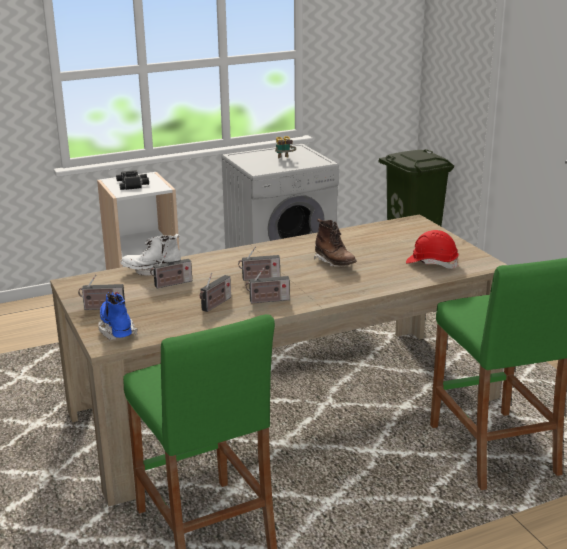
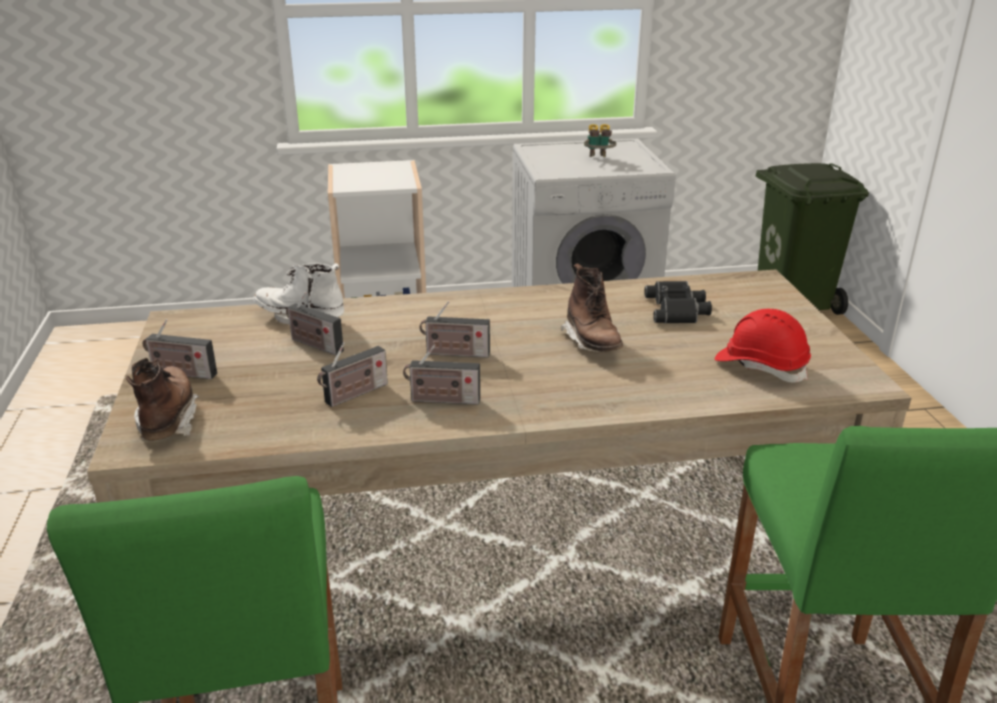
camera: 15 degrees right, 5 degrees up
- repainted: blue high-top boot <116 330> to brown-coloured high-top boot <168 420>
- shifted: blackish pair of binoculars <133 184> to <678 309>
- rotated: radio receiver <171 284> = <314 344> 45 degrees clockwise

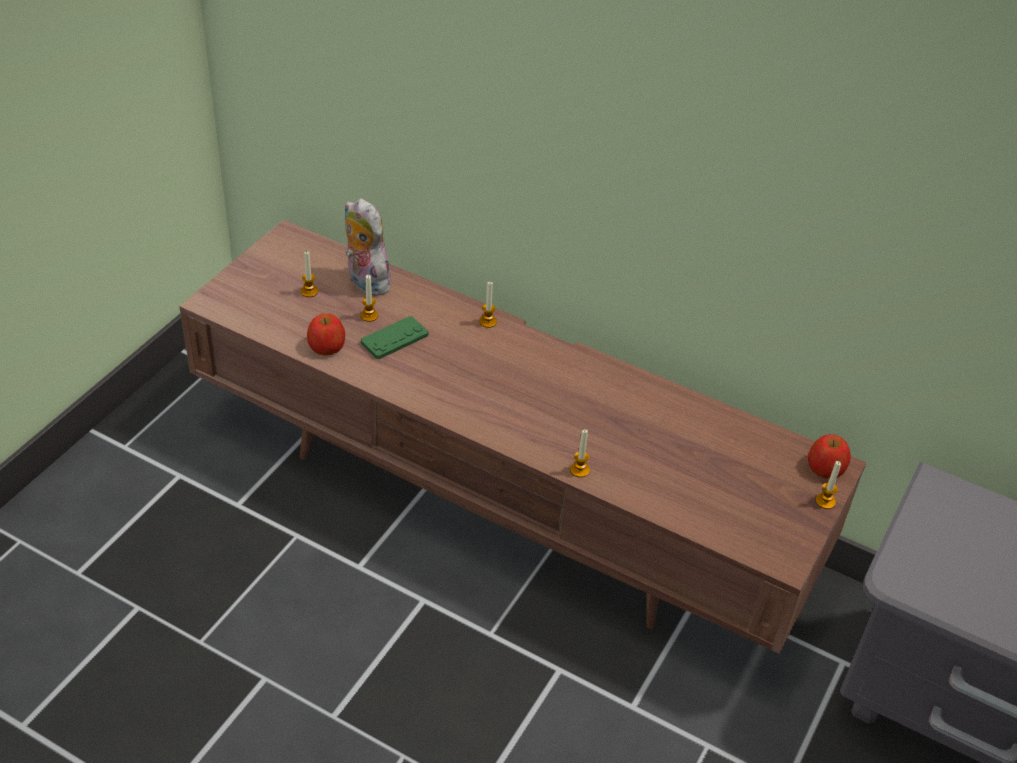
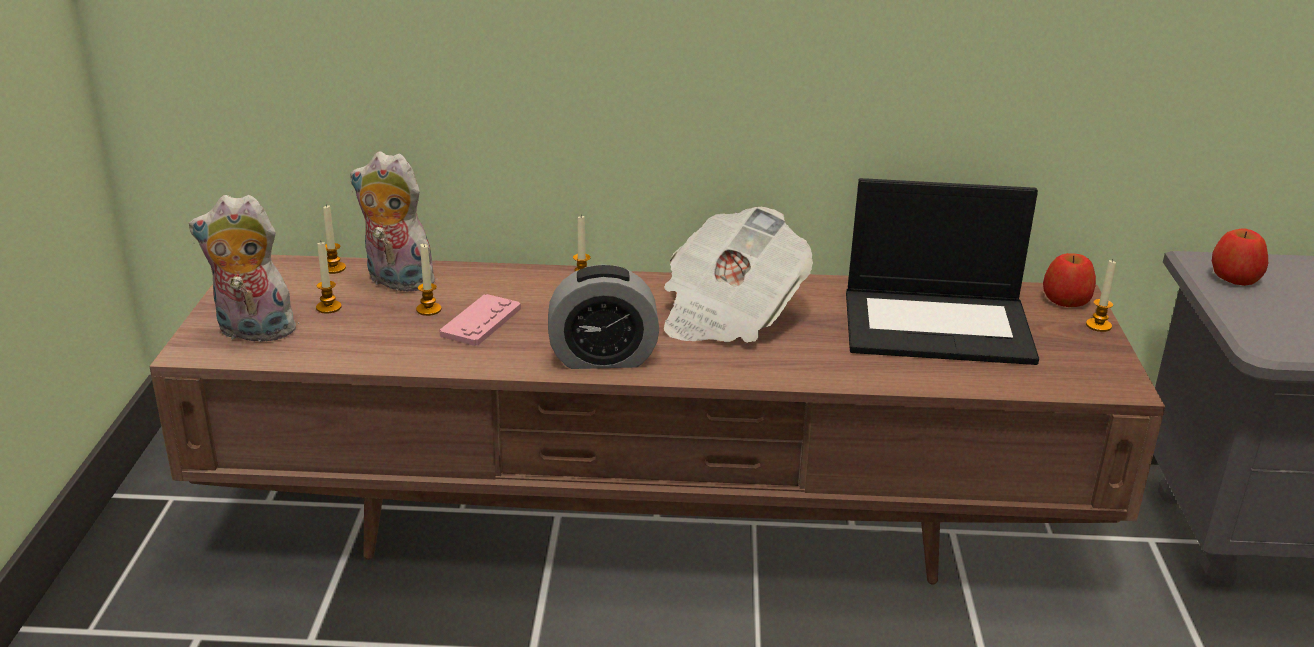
camera: 25 degrees left, 15 degrees down
- shifted: whole apple <327 346> to <1235 277>
- repainted: green-coloured gamepad <394 339> to pinkish gamepad <481 322>
- shifted: wax candle <579 470> to <333 268>
- new: plush toy <252 332>
- new: alarm clock <603 358>
- new: printed paper <728 314>
- new: laptop <939 325>

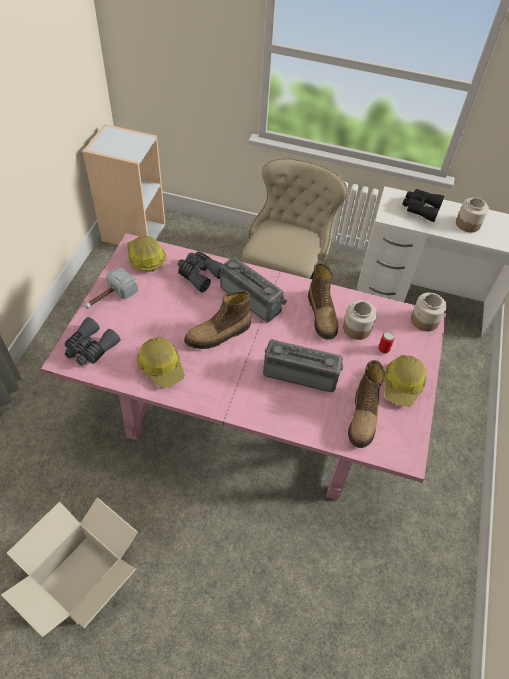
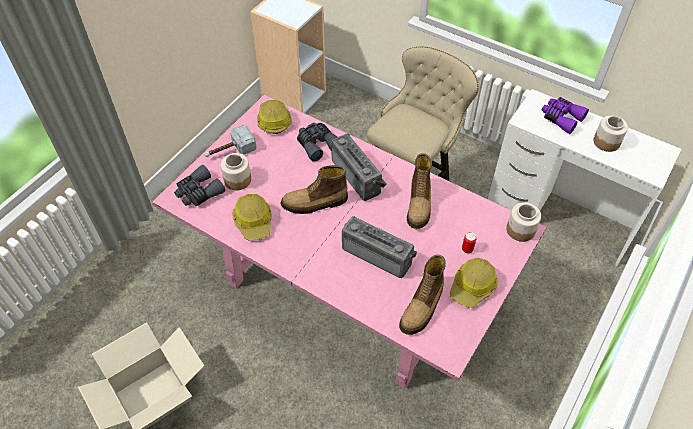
camera: 20 degrees right, 0 degrees up
- shifted: jar <356 328> to <237 180>
- repainted: blackish pair of binoculars <420 208> to purple-coloured pair of binoculars <561 118>

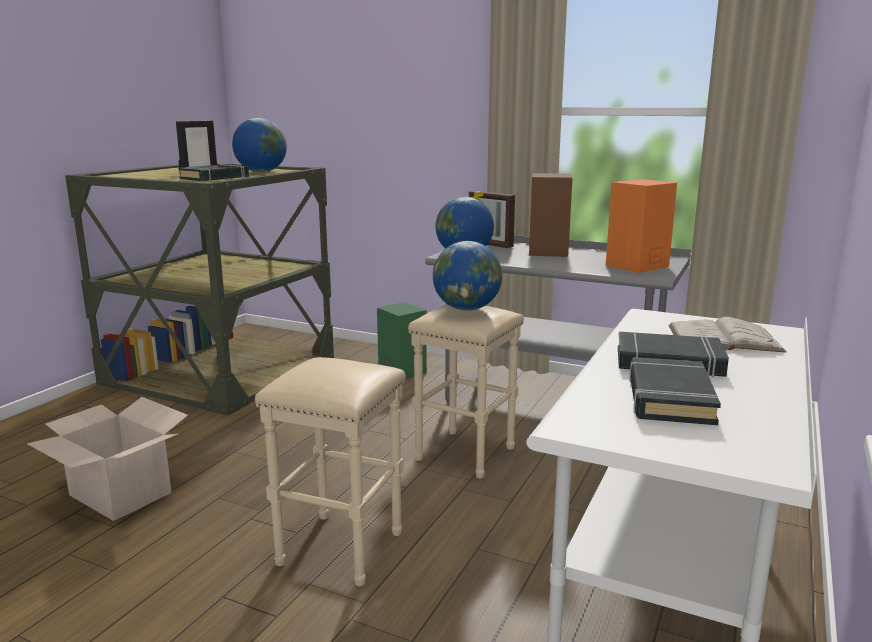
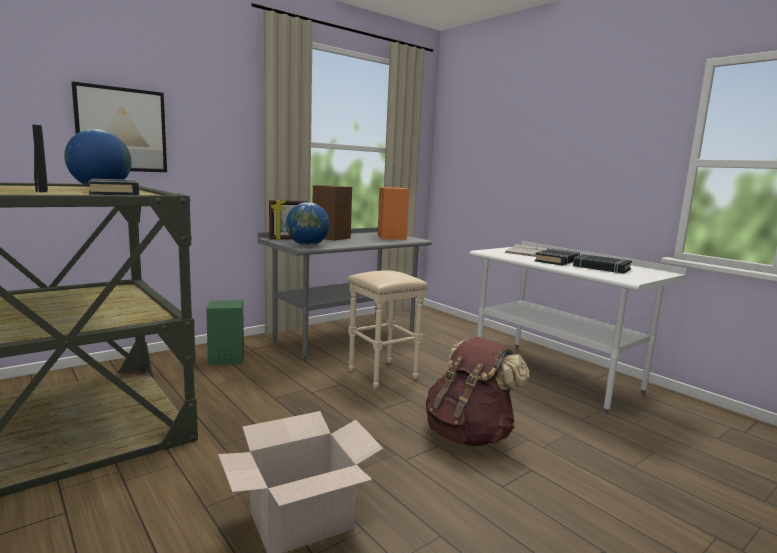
camera: 65 degrees left, 5 degrees down
- swapped: sand-coloured stool seat <341 549> to brown-coloured rucksack <469 434>
- gone: desk globe <467 309>
- new: picture <121 130>

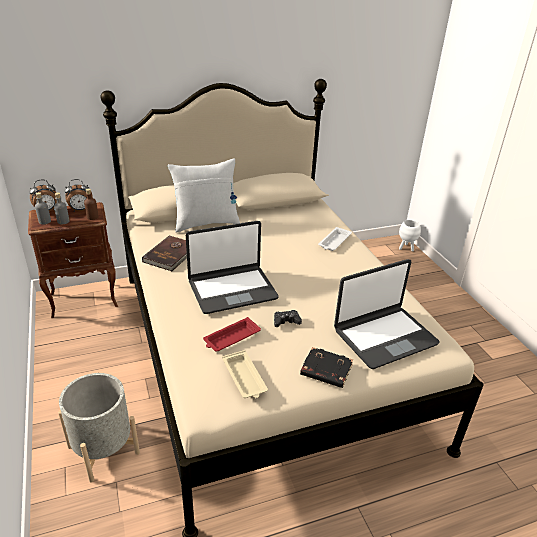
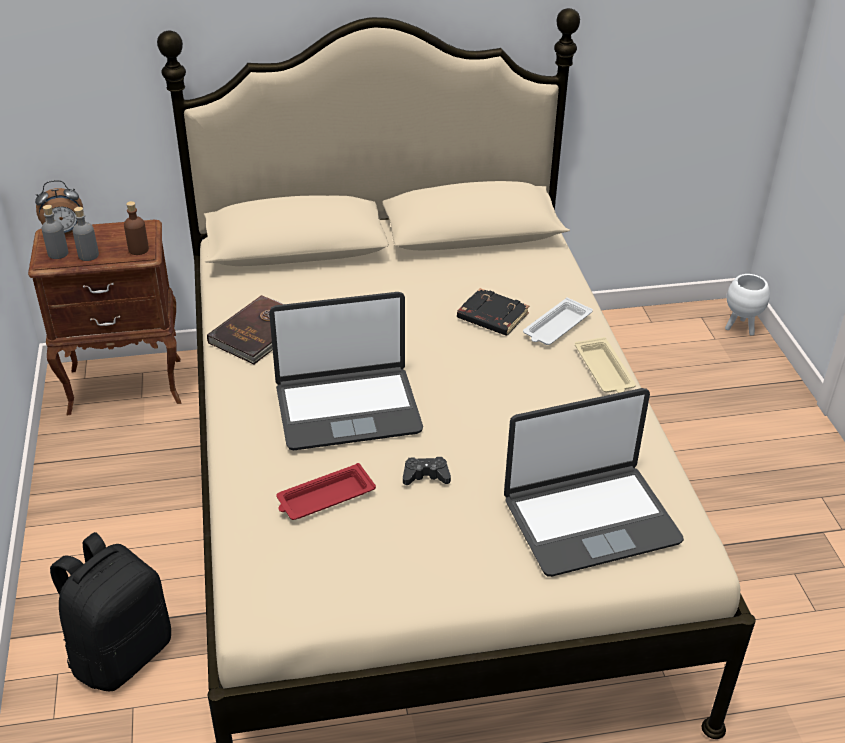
camera: 10 degrees right, 5 degrees up
- swapped: greyish flower pot <103 450> to blackish rucksack <121 653>
- gone: alarm clock <81 210>
- gone: greyish cushion <206 224>
- shifted: sand-coloured carrying tray <244 378> to <604 371>
- shifted: blackish bound book <325 371> to <491 317>

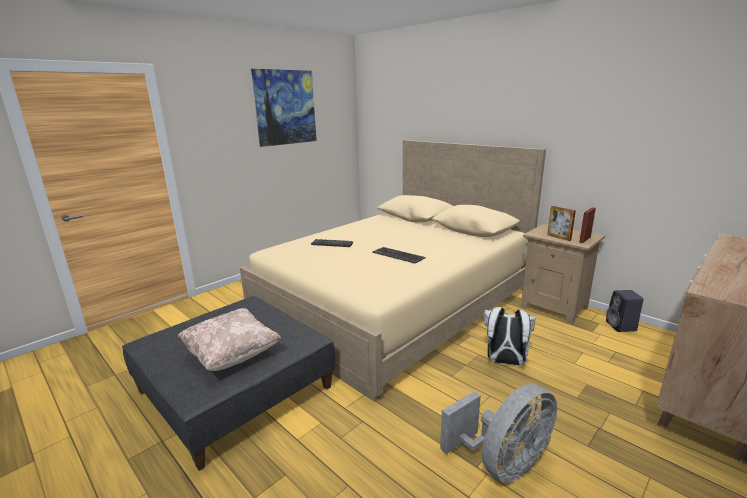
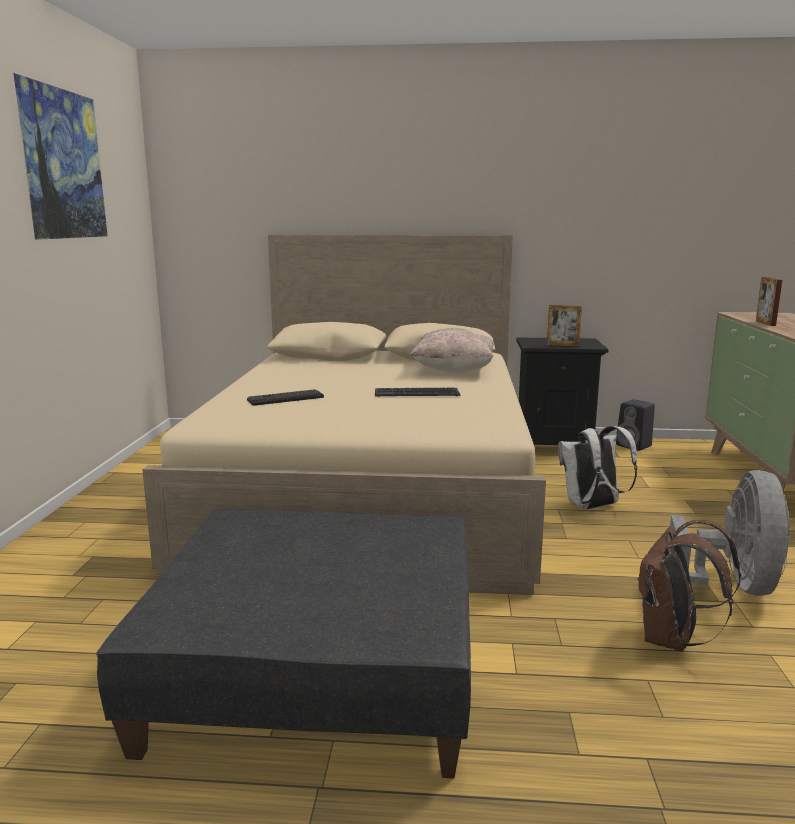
camera: 40 degrees left, 5 degrees down
- shifted: sand-coloured cushion <232 355> to <453 371>
- repainted: sand-coloured night table <554 308> to blackish night table <555 446>
- shifted: picture frame <585 239> to <765 323>
- new: brown-coloured rucksack <672 640>

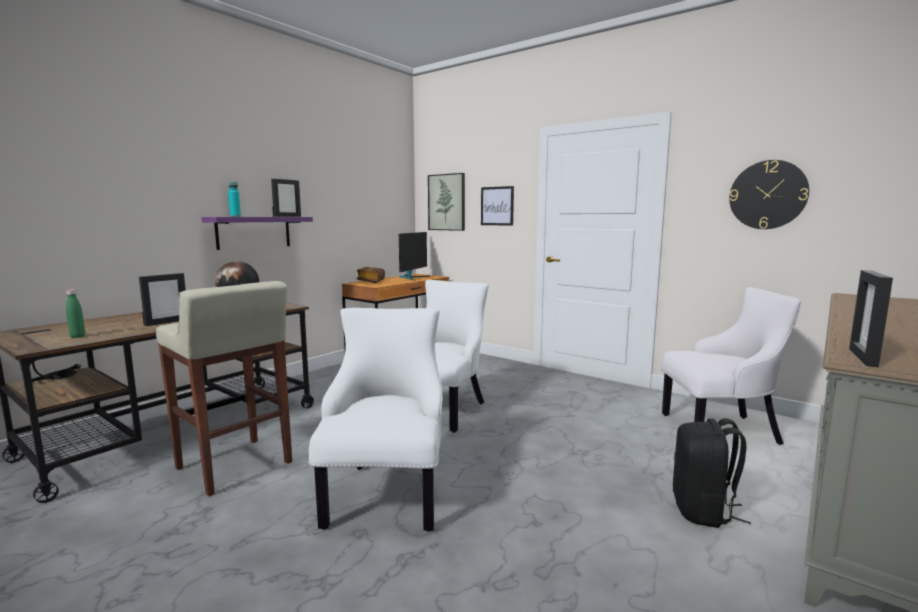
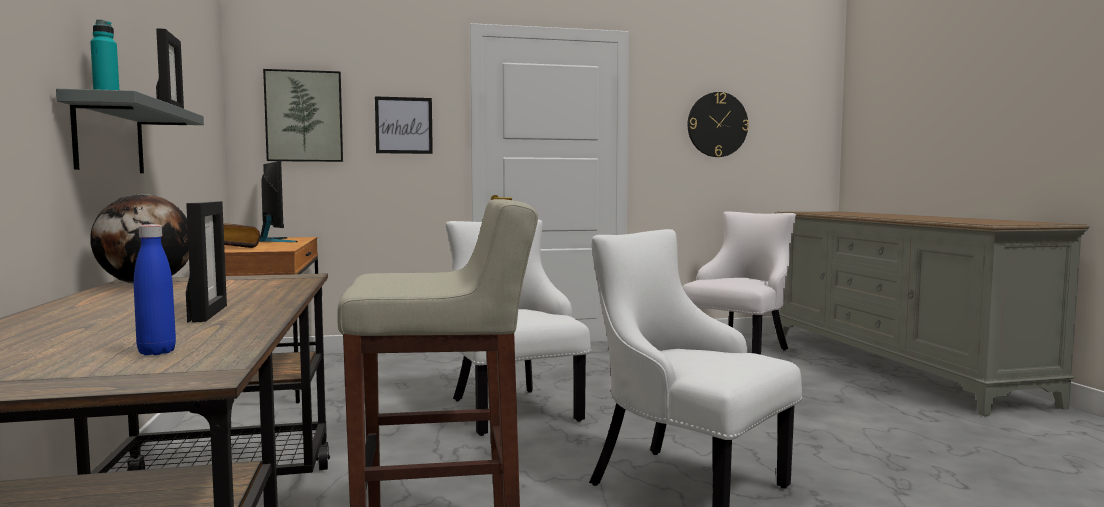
camera: 50 degrees left, 5 degrees down
- repainted: green-coloured beverage bottle <77 336> to blue beverage bottle <157 352>
- repainted: purple-coloured wall shelf <254 232> to greyish wall shelf <109 137>
- gone: blackish rucksack <703 511>
- gone: picture frame <864 357>

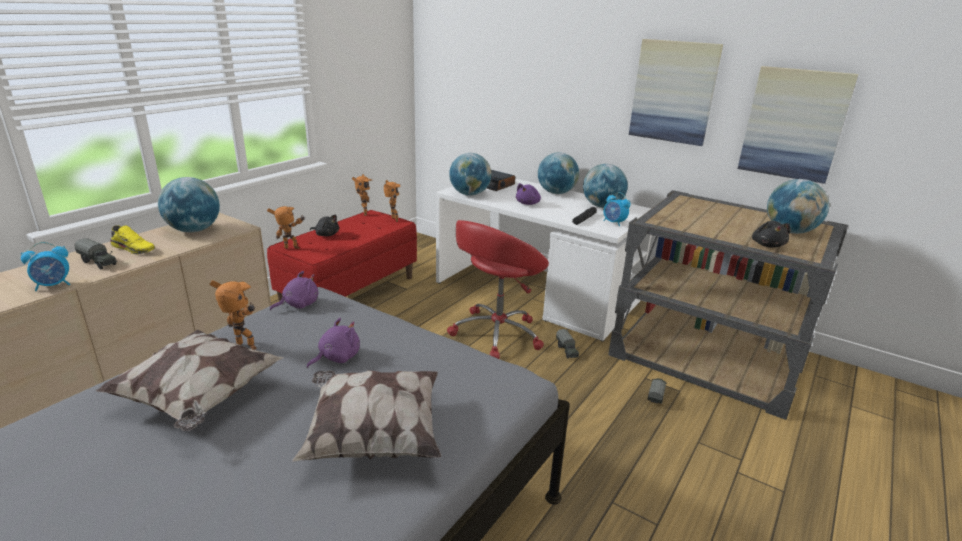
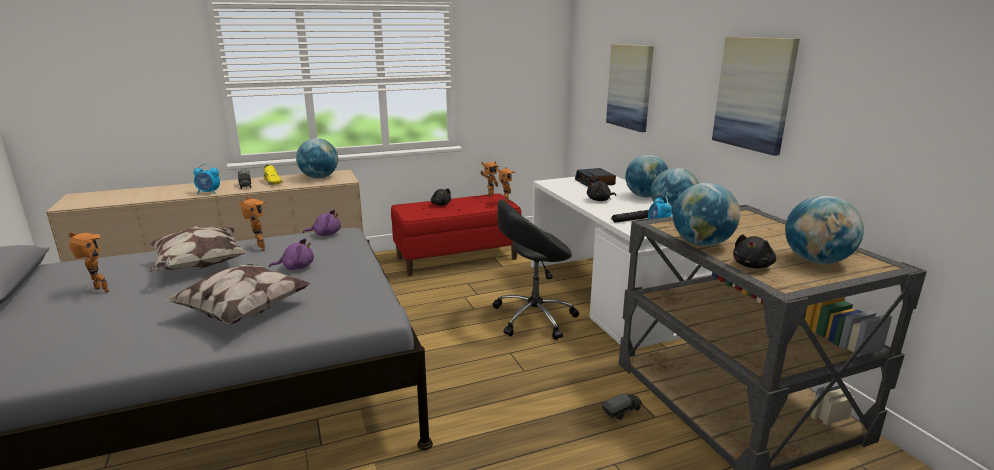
camera: 35 degrees right, 5 degrees down
- shifted: robot figure <291 249> to <99 291>
- repainted: red desk chair <495 335> to blackish desk chair <532 318>
- shifted: desk globe <470 194> to <702 244>
- repainted: purple-coloured plush toy <528 203> to blackish plush toy <600 200>
- gone: toy lorry <567 351>
- shifted: picture <794 124> to <630 86>

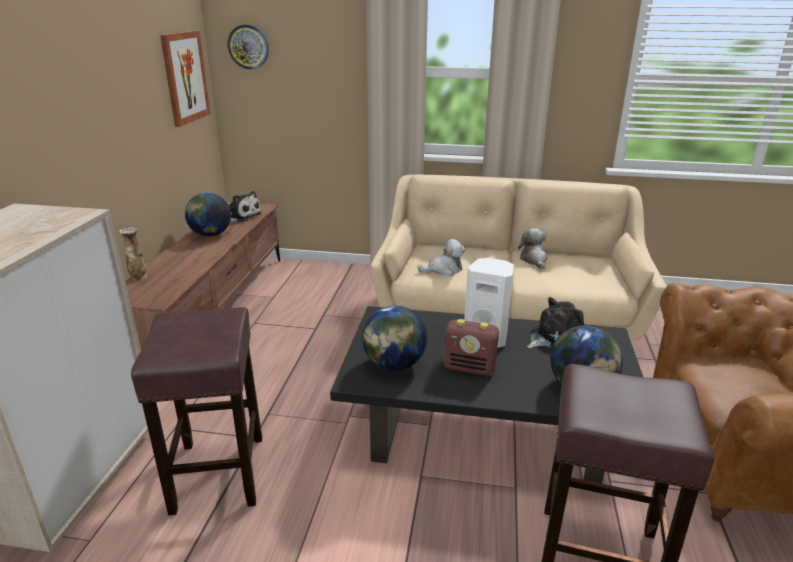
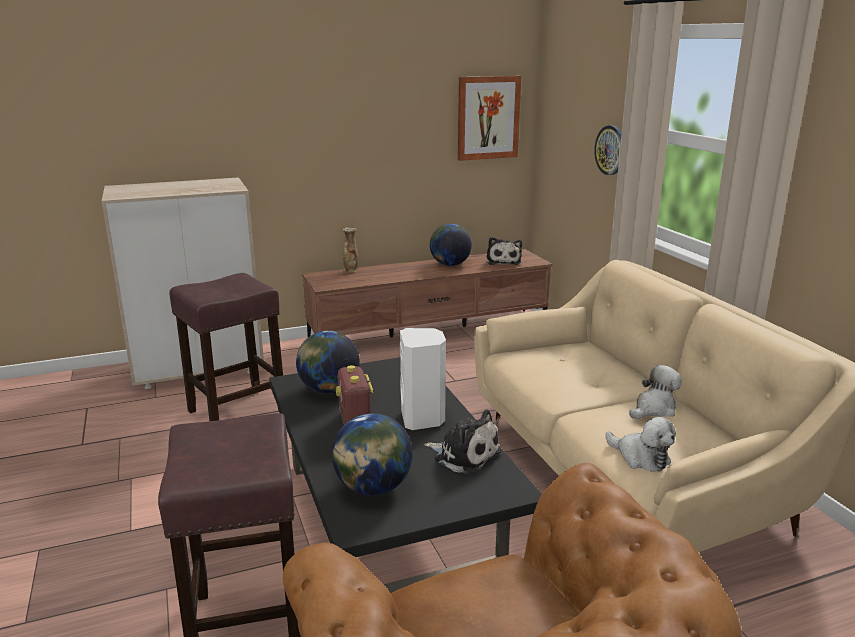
camera: 60 degrees right, 5 degrees down
- shifted: clock on the wall <248 47> to <611 150>
- shifted: plush toy <444 270> to <640 457>

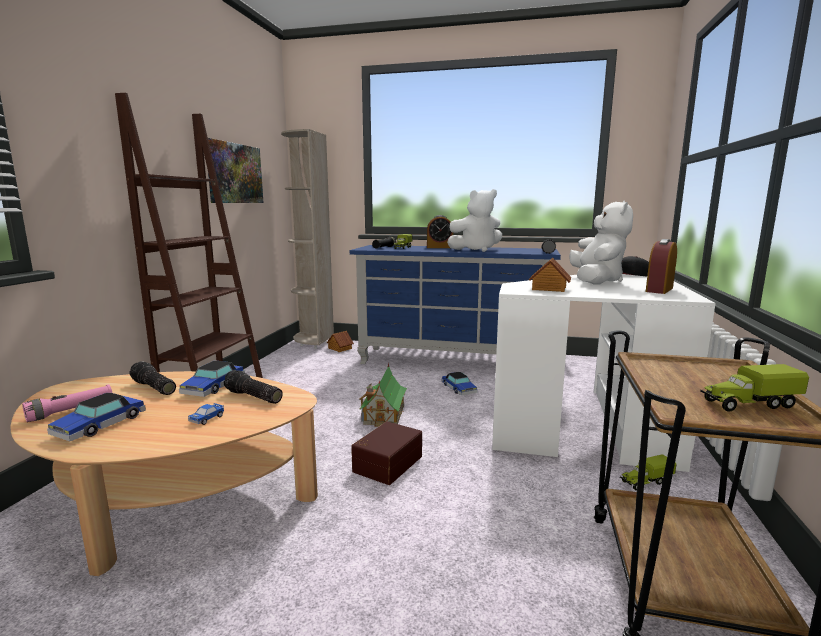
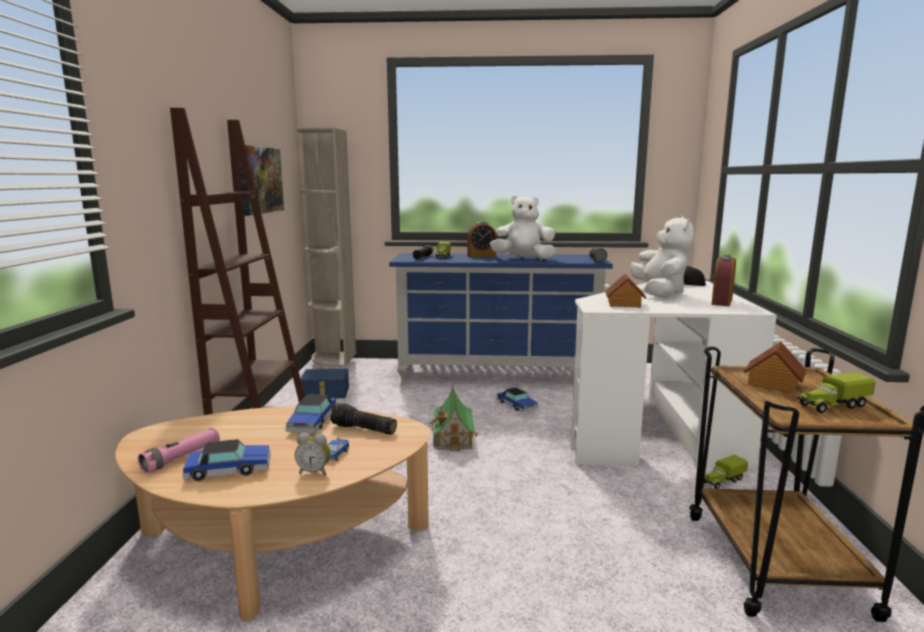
camera: 10 degrees left, 0 degrees up
- rotated: model car <100 425> = <229 470> 120 degrees counterclockwise
- gone: hand torch <153 388>
- shifted: toy house <339 348> to <772 383>
- gone: brown-coloured storage container <386 463>
- rotated: white plush toy <476 250> = <523 259> 150 degrees counterclockwise
- new: alarm clock <314 472>
- new: blue storage container <325 393>

